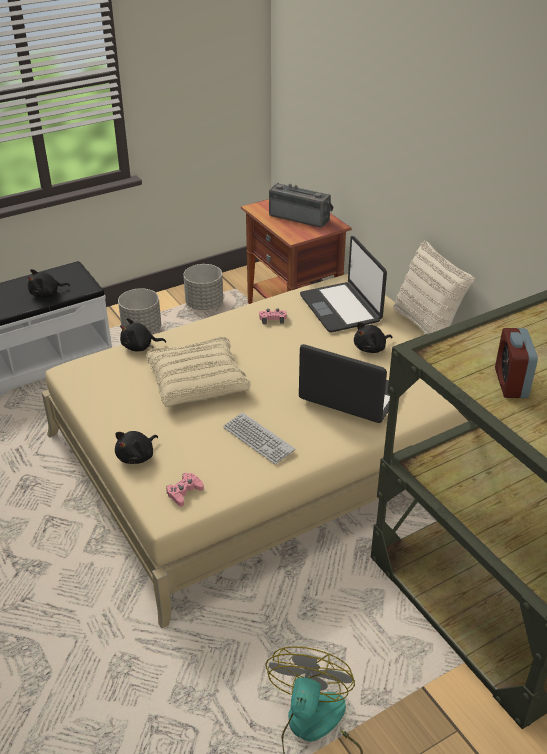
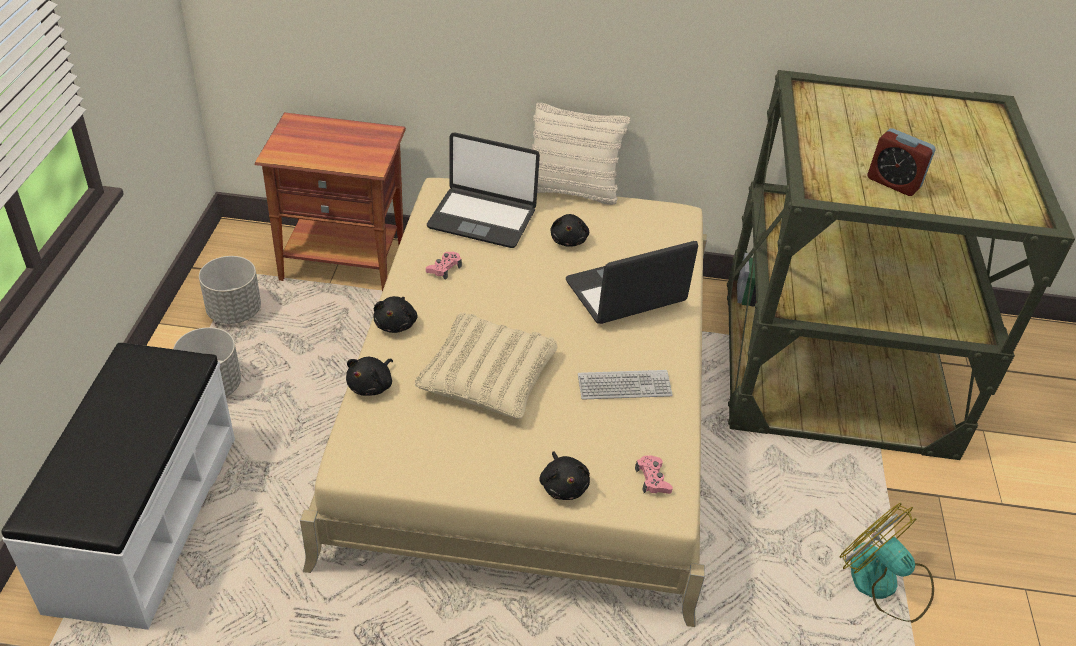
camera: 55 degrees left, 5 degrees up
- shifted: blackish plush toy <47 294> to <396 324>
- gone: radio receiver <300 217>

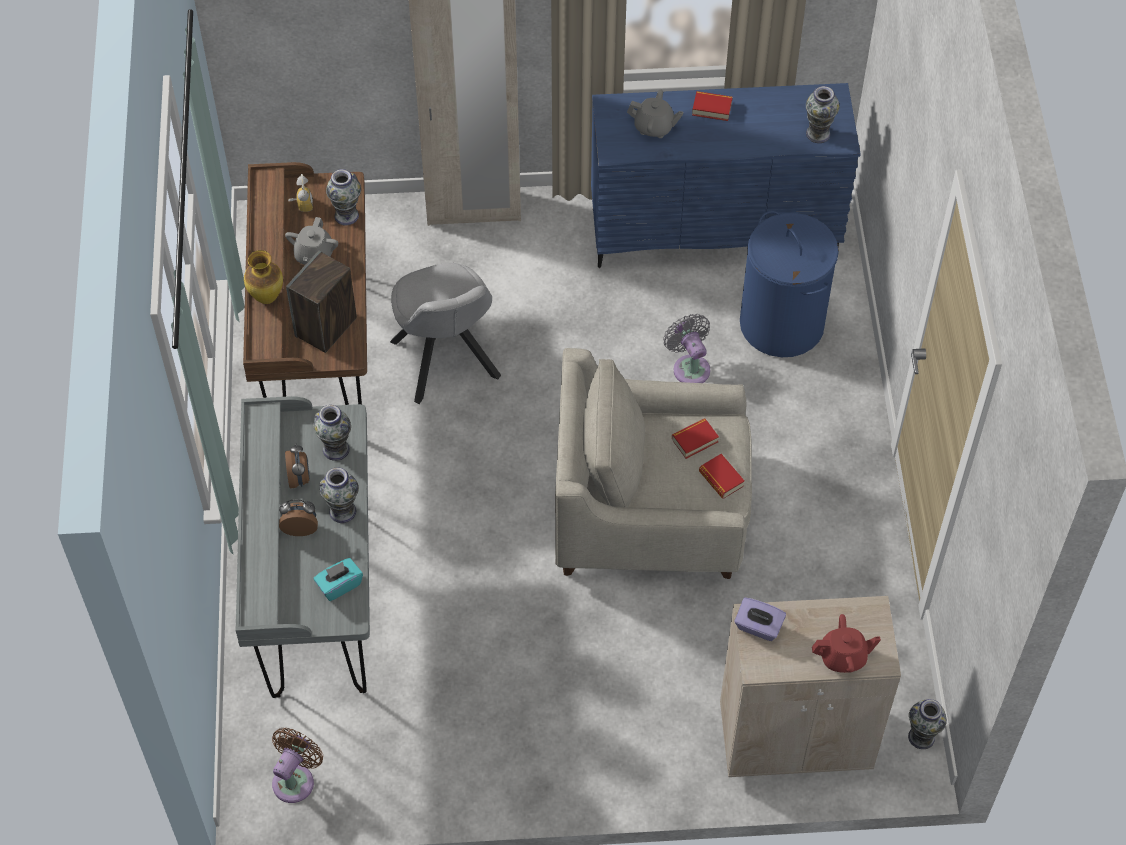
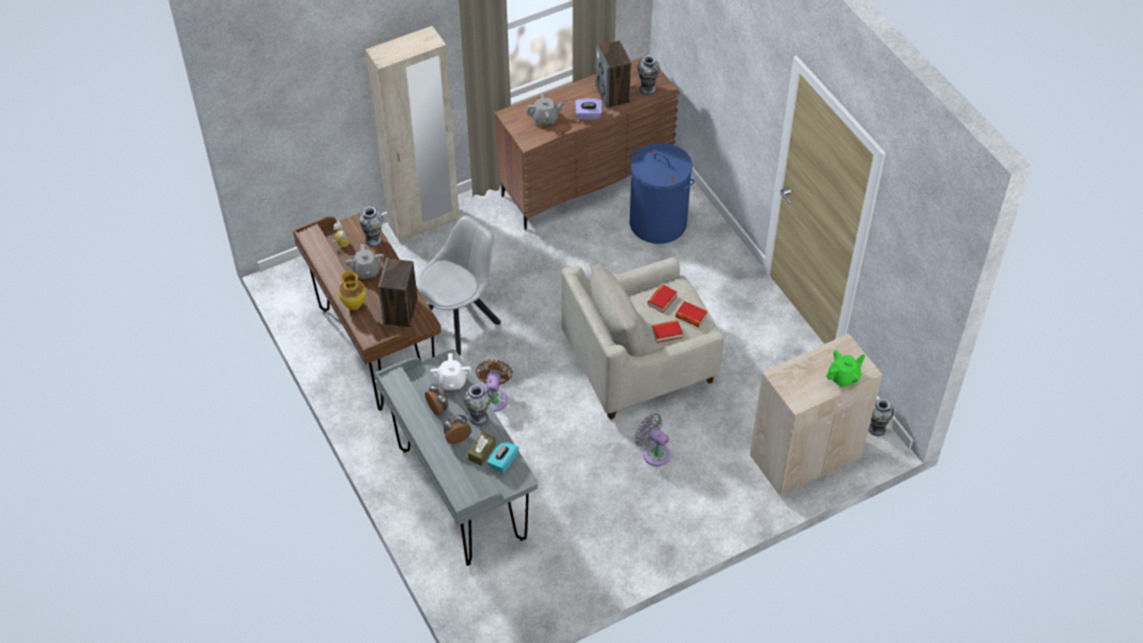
camera: 25 degrees left, 5 degrees down
- shifted: brown-coloured electric fan <296 779> to <494 398>
- swapped: vase <336 449> to white pot for tea <451 382>
- rotated: greyish upright chair <446 361> = <460 320> 90 degrees counterclockwise
- repainted: blue drawer chest <714 234> to brown-coloured drawer chest <586 185>
- shifted: greyish electric fan <689 367> to <654 452>
- shifted: bound book <712 108> to <667 333>
- shifted: purple-coloured box of tissues <758 627> to <588 115>
- repainted: red pot for tea <843 657> to green-coloured pot for tea <844 377>
- new: brown-coloured box of tissues <482 452>
- new: loudspeaker <613 94>

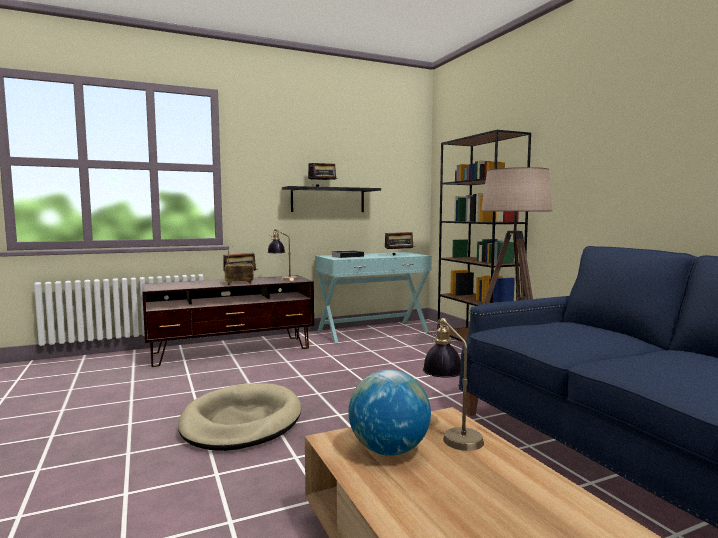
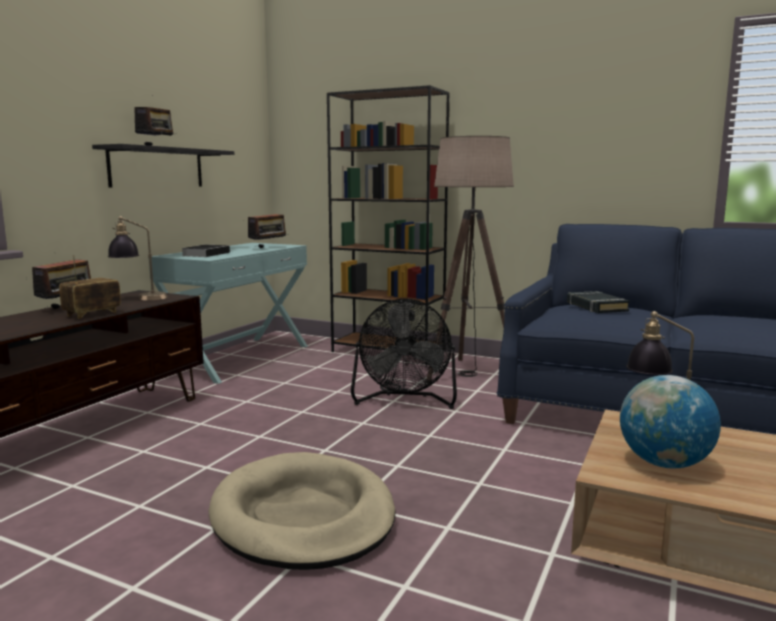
camera: 40 degrees left, 5 degrees up
- new: blackish electric fan <402 399>
- new: blackish bound book <596 307>

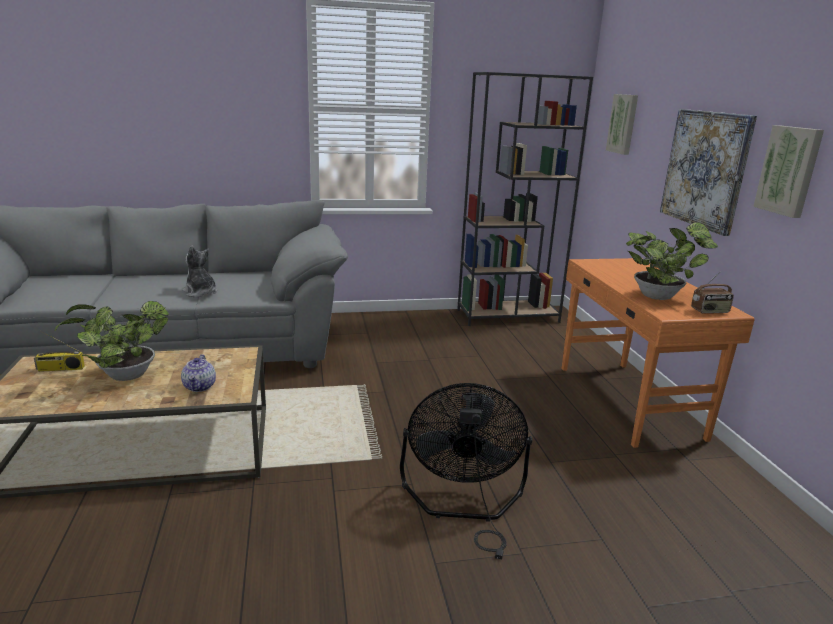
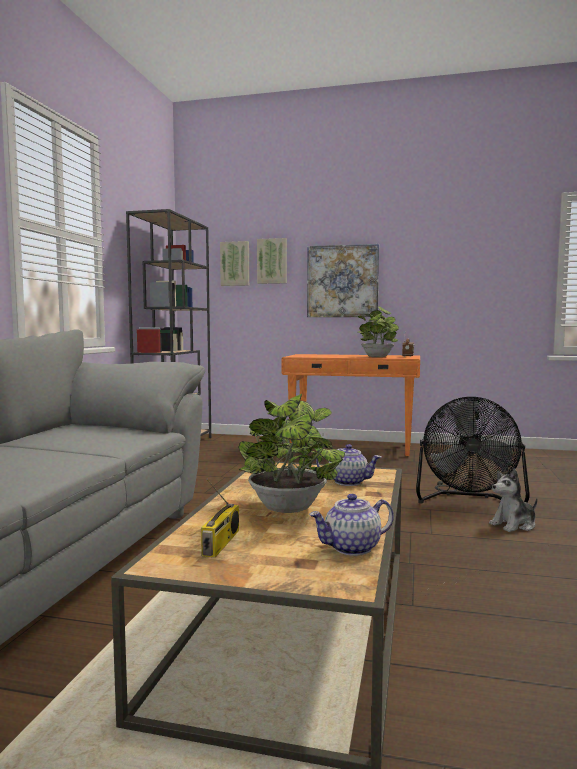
camera: 65 degrees left, 15 degrees down
- shifted: plush toy <200 292> to <514 525>
- rotated: blackish electric fan <467 507> = <464 500> 105 degrees counterclockwise
- shifted: picture <789 170> to <272 261>
- new: pot for tea <352 548>

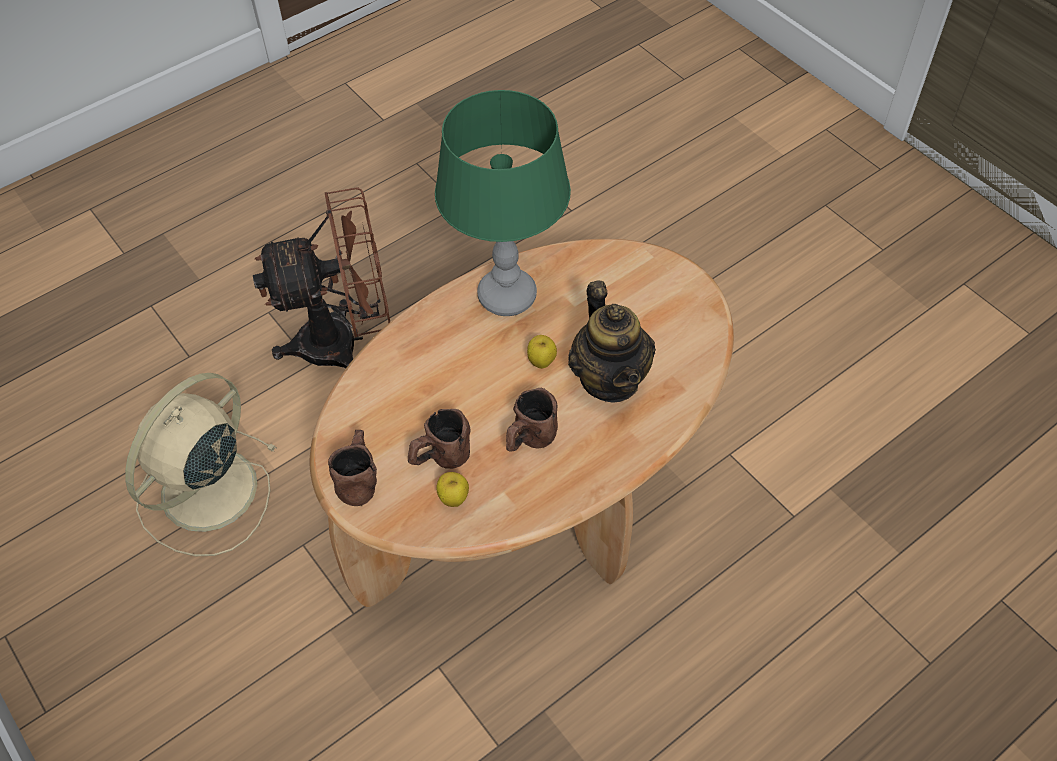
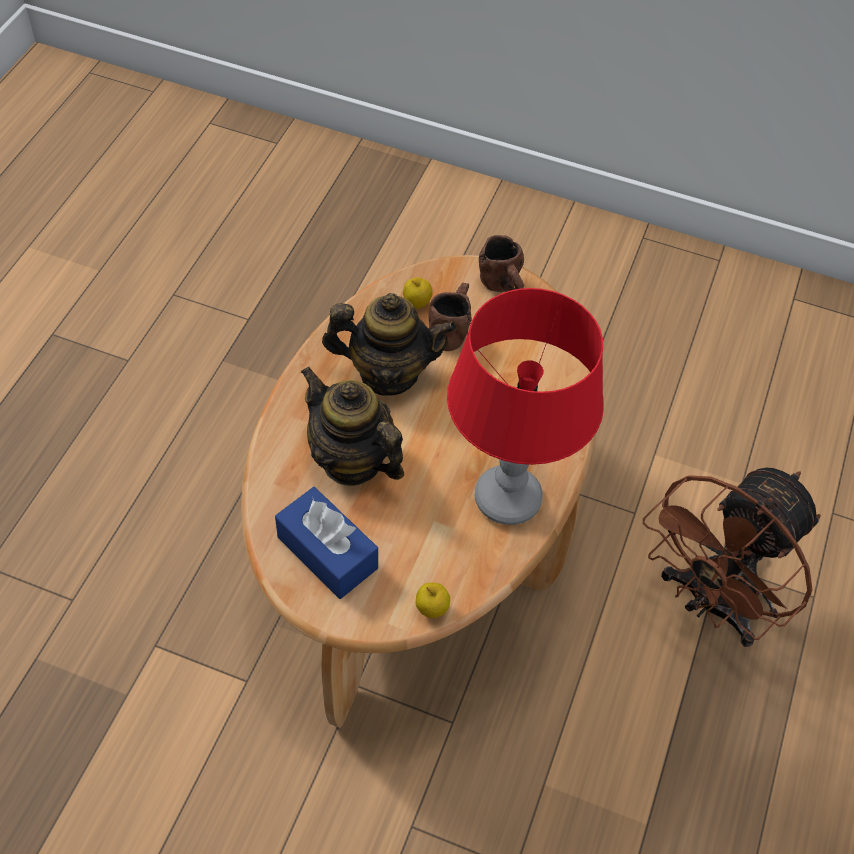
camera: 145 degrees right, 0 degrees up
- gone: sand-coloured electric fan <206 493>
- repainted: green-coloured table lamp <507 296> to red table lamp <507 498>
- swapped: brown-coloured coffee mug <529 441> to pot for tea <388 373>
- shifted: whole apple <541 362> to <431 610>
- new: blue box of tissues <327 552>

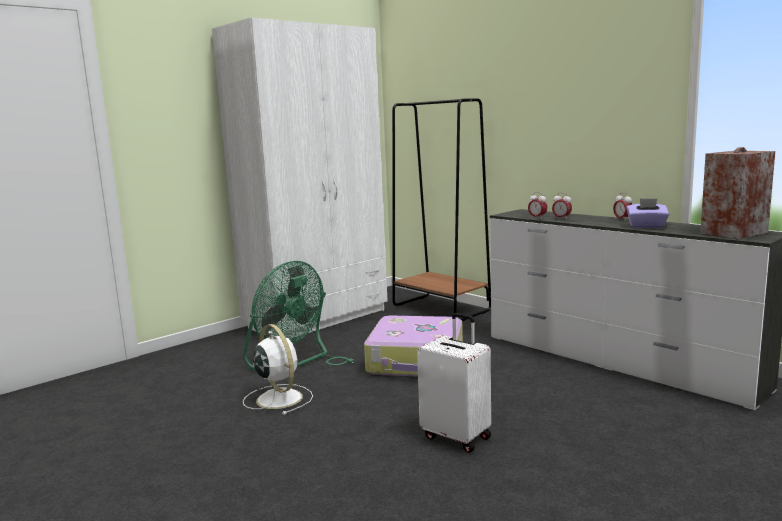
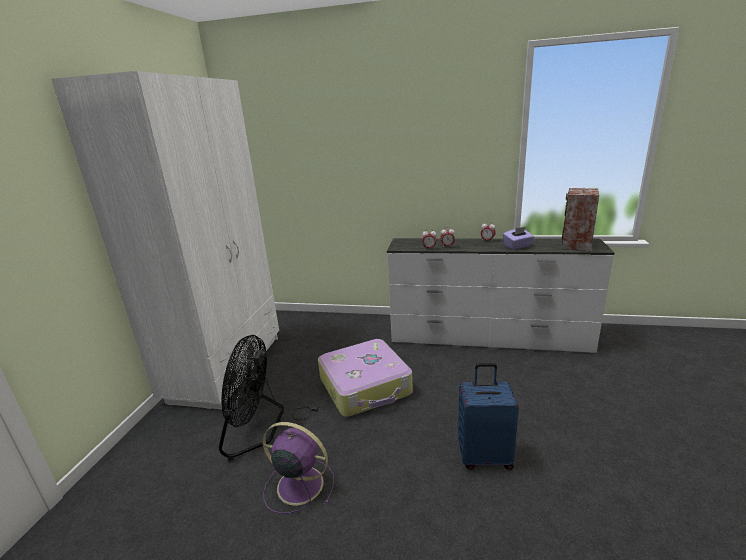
camera: 35 degrees left, 10 degrees up
- repainted: green-coloured electric fan <302 358> to blackish electric fan <266 423>
- repainted: white electric fan <278 398> to purple-coloured electric fan <298 484>
- gone: garment stand <441 309>
- repainted: white travel case <457 436> to blue travel case <484 456>

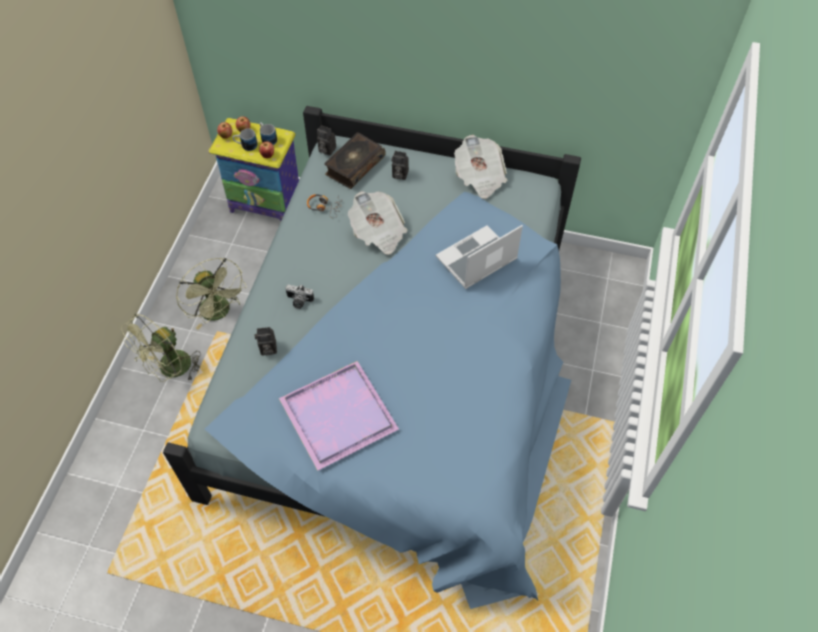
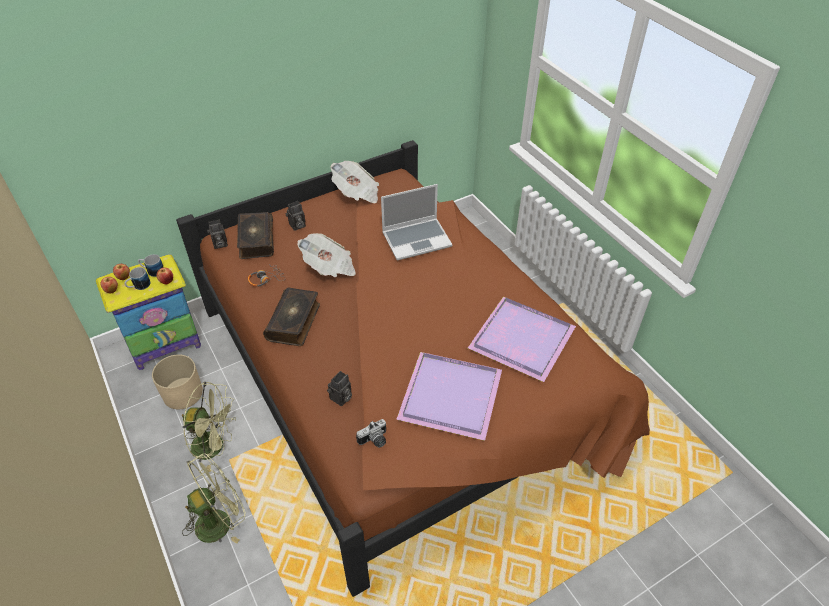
camera: 45 degrees left, 10 degrees down
- rotated: green-coloured electric fan <170 370> = <220 520> 120 degrees counterclockwise
- repainted: blue bed <403 374> to brown-coloured bed <406 377>
- shifted: still camera <298 301> to <374 441>
- rotated: laptop <476 260> = <417 239> 120 degrees counterclockwise
- new: sand-coloured flower pot <183 393>
- new: bound book <294 322>
- new: purple-coloured carrying tray <521 337>

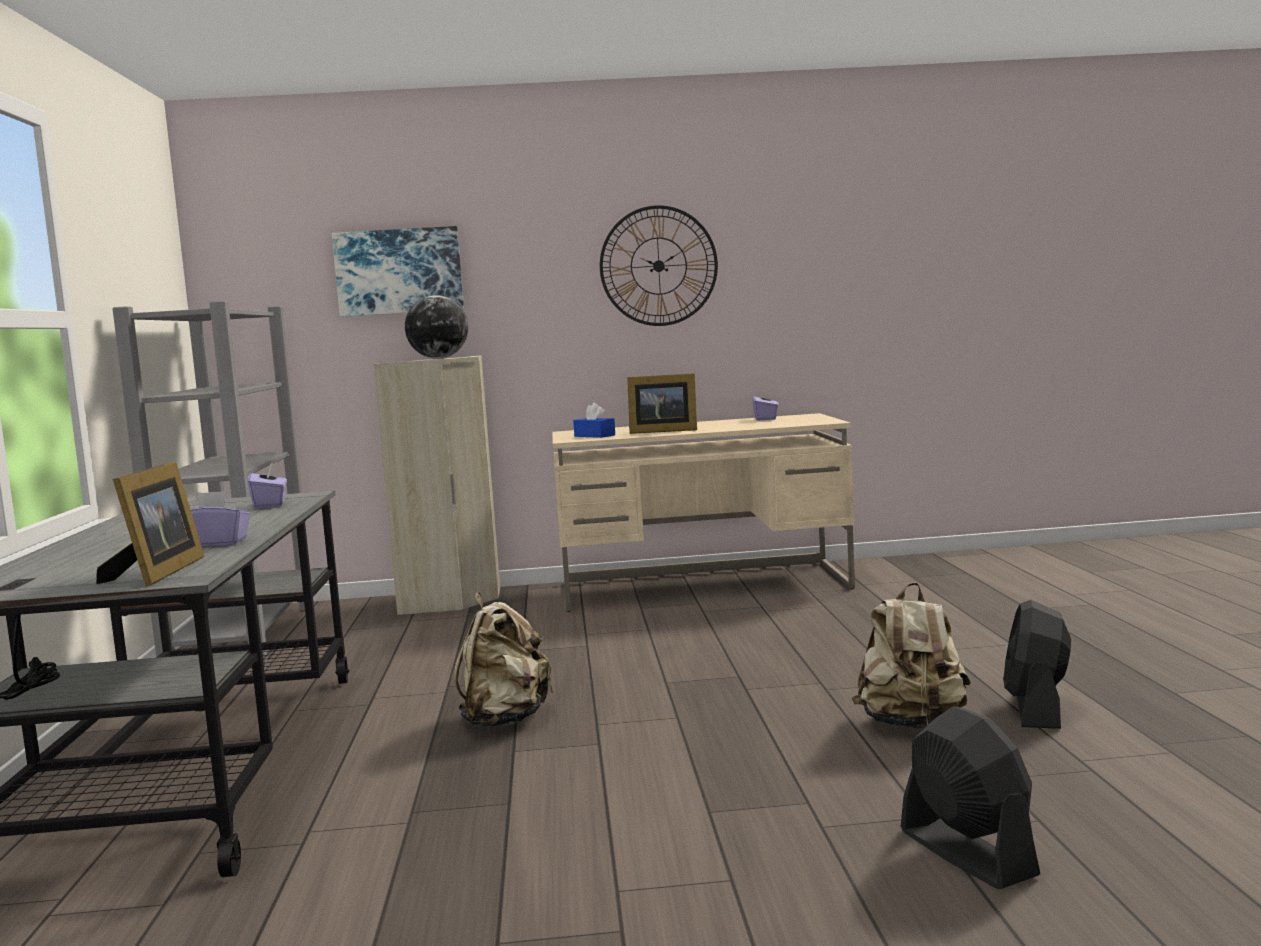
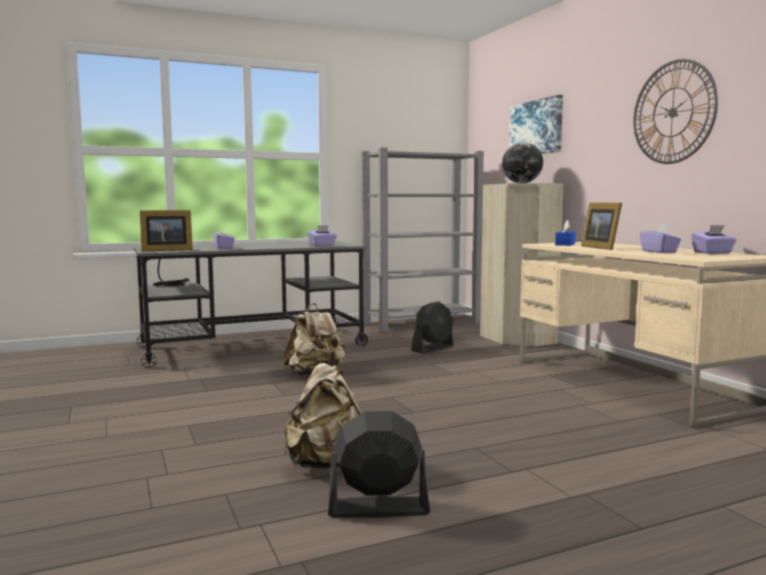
camera: 70 degrees right, 0 degrees up
- shifted: blackish electric fan <966 852> to <433 348>
- new: purple-coloured box of tissues <659 252>

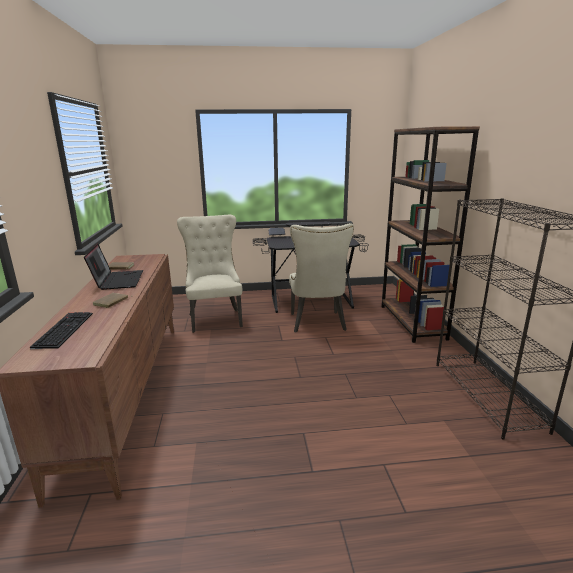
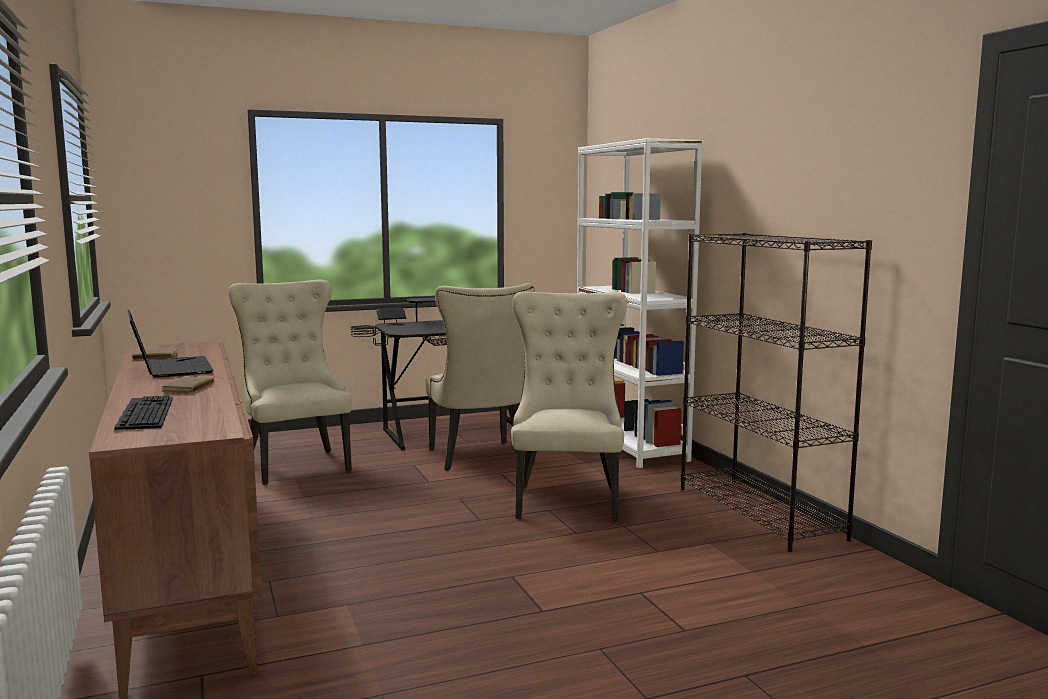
camera: 15 degrees left, 10 degrees down
- repainted: brown-coloured shelving unit <412 322> to white shelving unit <630 445>
- new: sand-coloured upright chair <567 502>

